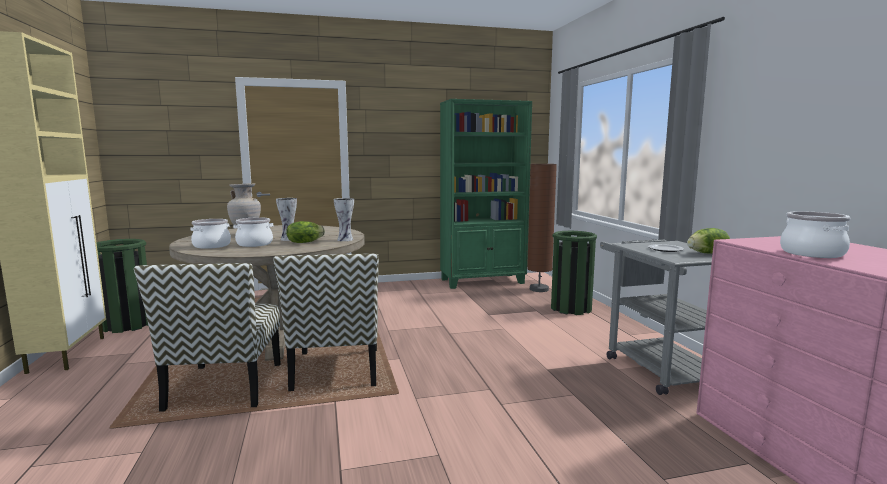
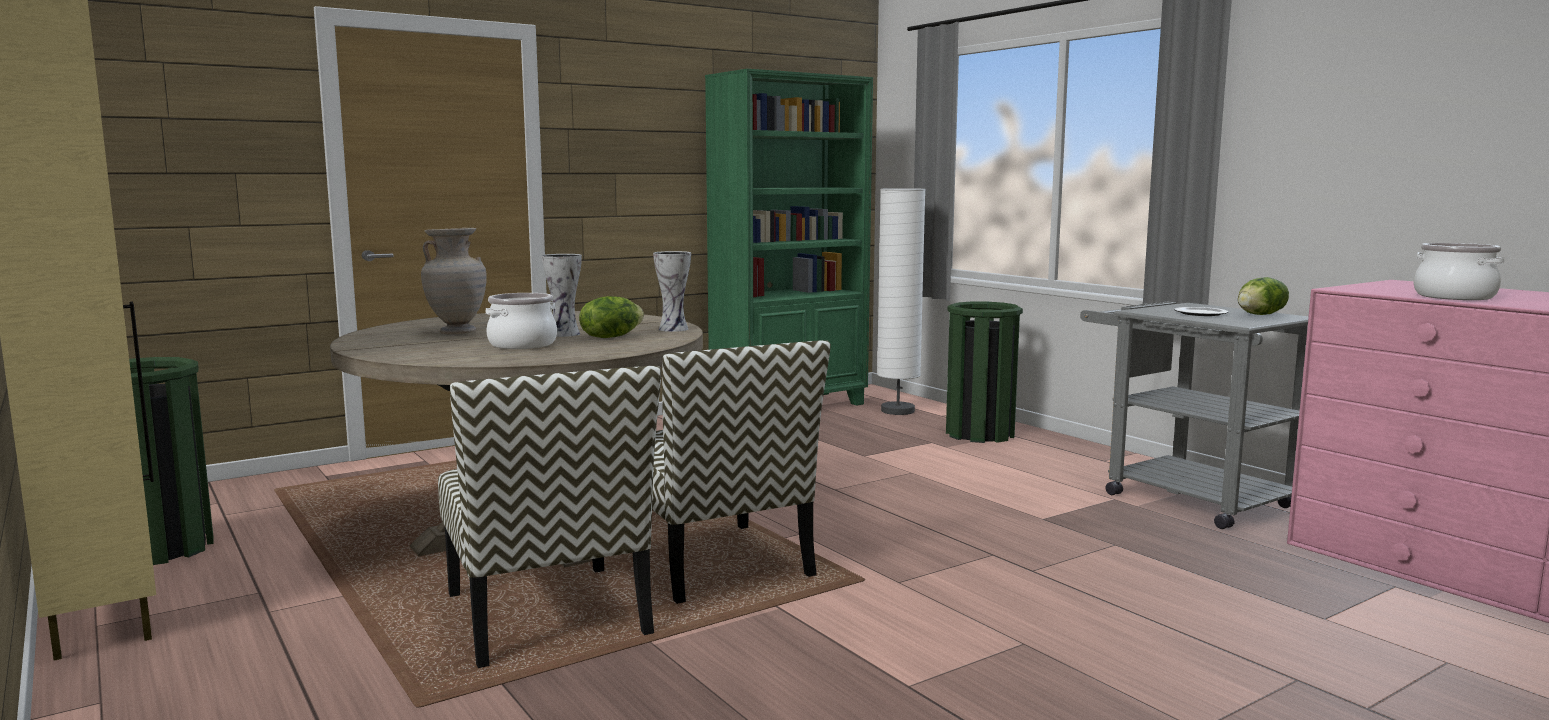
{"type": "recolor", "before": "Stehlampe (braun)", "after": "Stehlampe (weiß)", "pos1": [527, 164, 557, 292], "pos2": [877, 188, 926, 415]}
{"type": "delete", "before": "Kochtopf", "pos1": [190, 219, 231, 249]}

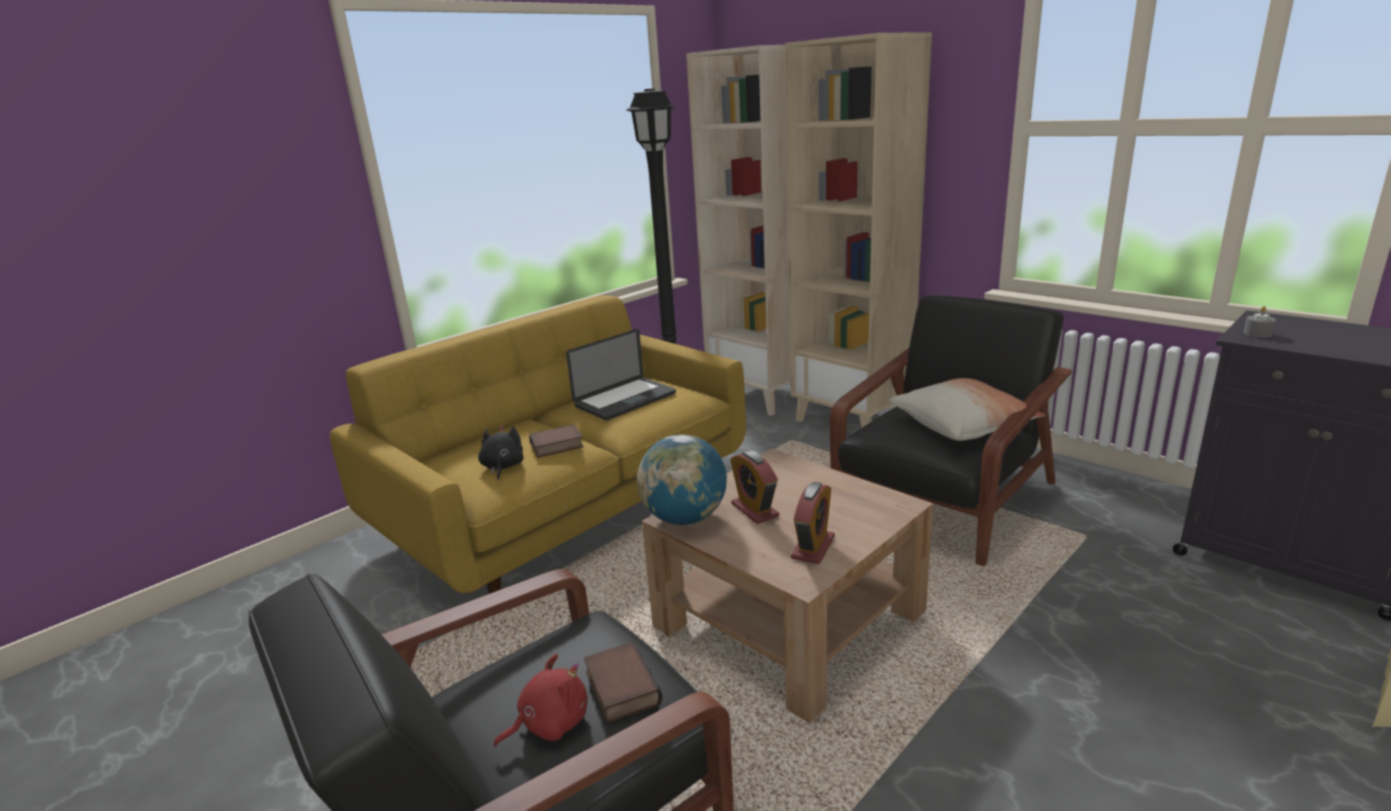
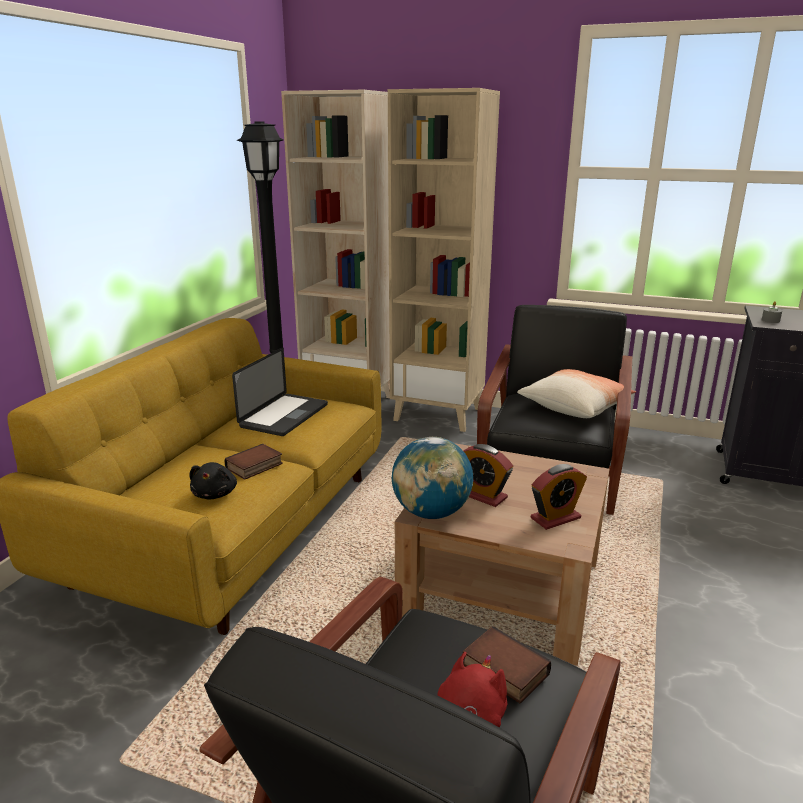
{"type": "rotate", "before": "Plüschtier (schwarz)", "pos1": [478, 426, 524, 480], "pos2": [189, 462, 237, 499], "turn": -150}
{"type": "rotate", "before": "Wecker", "pos1": [791, 482, 835, 564], "pos2": [531, 464, 587, 530], "turn": 60}

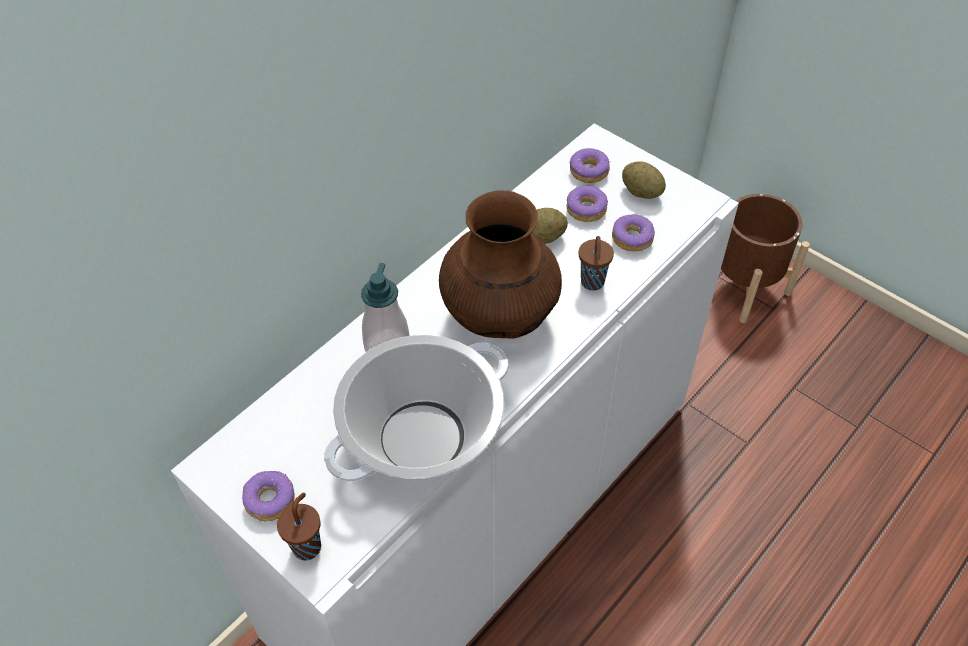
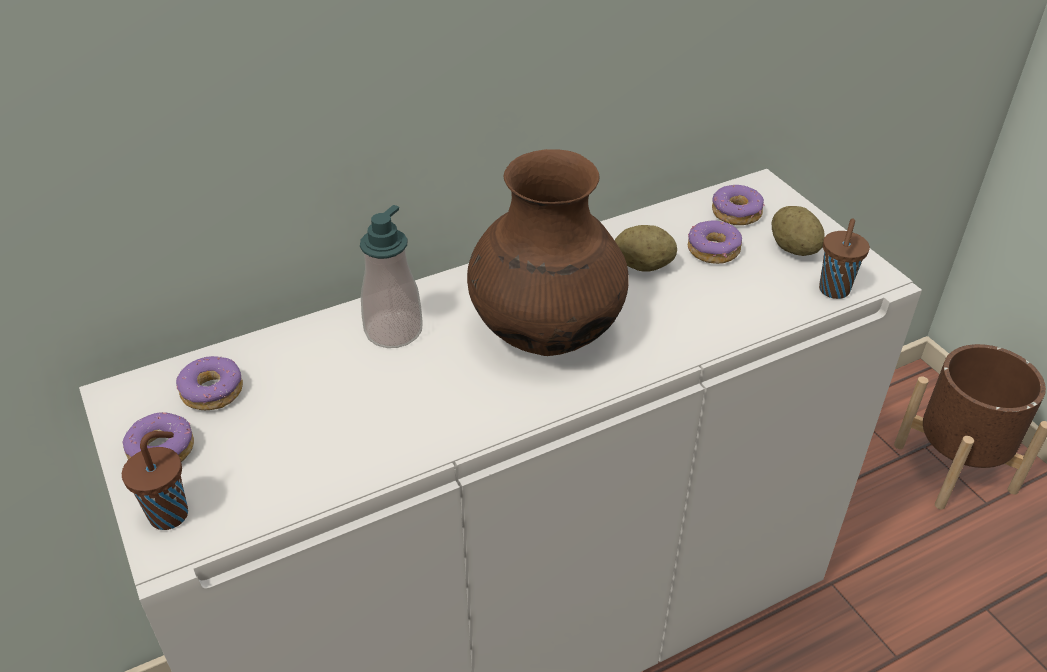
{"type": "move", "before": "Donut", "pos1": [612, 214, 655, 251], "pos2": [176, 356, 243, 410]}
{"type": "move", "before": "Tasse (braun)", "pos1": [579, 236, 614, 291], "pos2": [819, 219, 870, 299]}
{"type": "delete", "before": "Kochtopf", "pos1": [324, 335, 509, 482]}

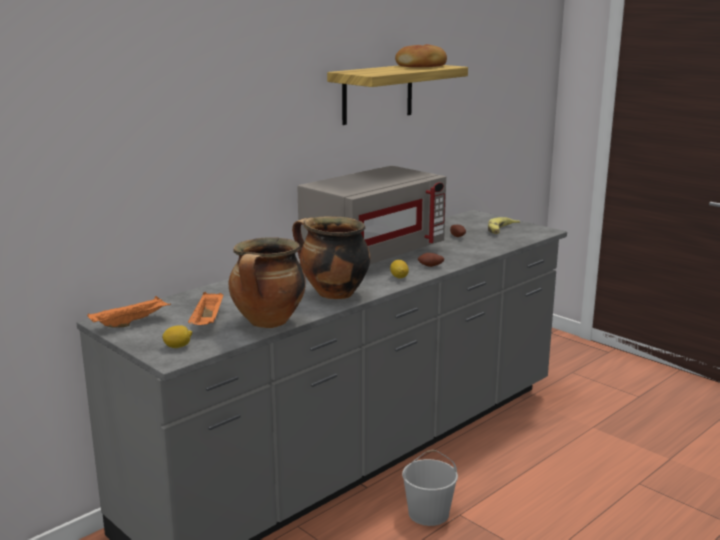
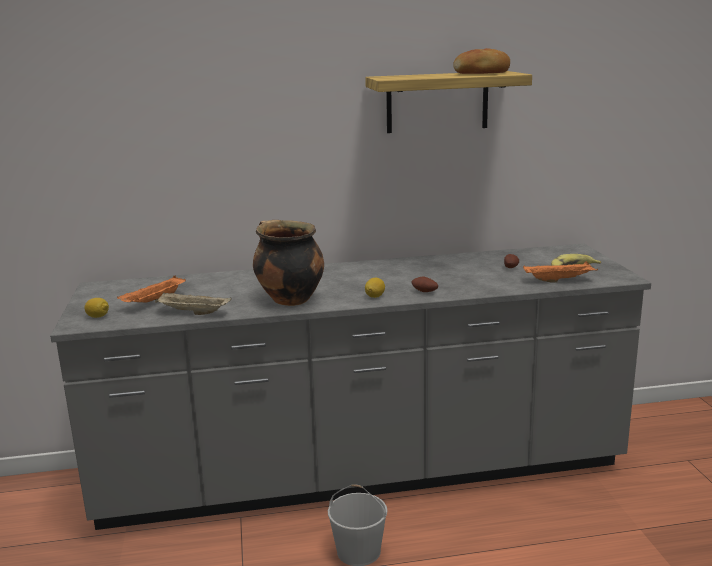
{"type": "replace", "before": "Kochtopf", "after": "Tablett (beige)", "pos1": [229, 238, 306, 328], "pos2": [155, 293, 232, 315]}
{"type": "move", "before": "Tablett (orange)", "pos1": [87, 296, 171, 328], "pos2": [523, 261, 598, 283]}
{"type": "delete", "before": "Mikrowelle (grau)", "pos1": [297, 166, 446, 264]}

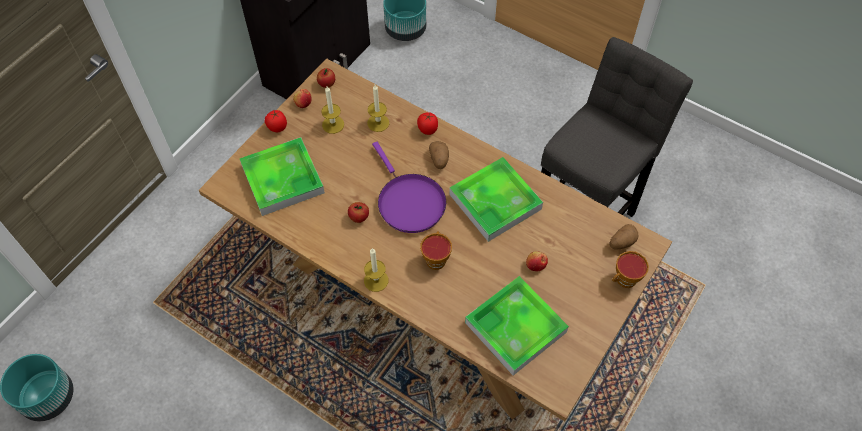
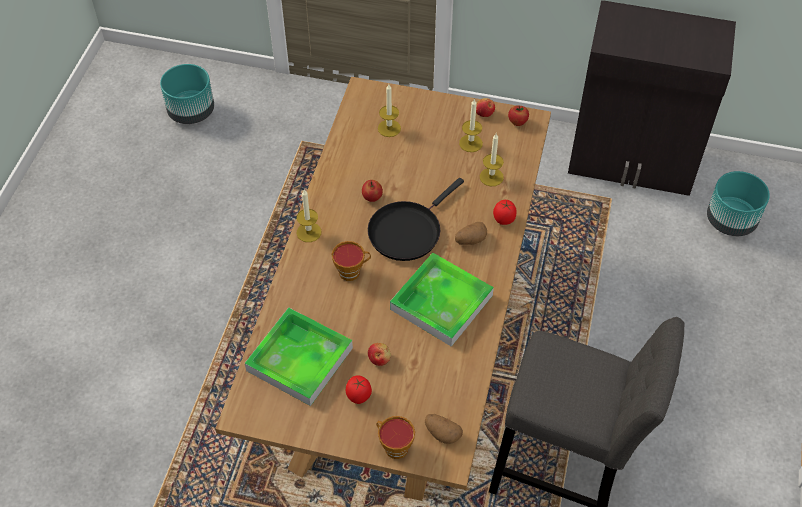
{"type": "move", "before": "Tomate", "pos1": [264, 110, 287, 132], "pos2": [346, 375, 372, 404]}
{"type": "recolor", "before": "Pfanne (lila)", "after": "Pfanne (schwarz)", "pos1": [372, 142, 446, 233], "pos2": [368, 178, 464, 261]}
{"type": "replace", "before": "Tablett", "after": "Kerze", "pos1": [240, 137, 325, 216], "pos2": [378, 84, 401, 137]}

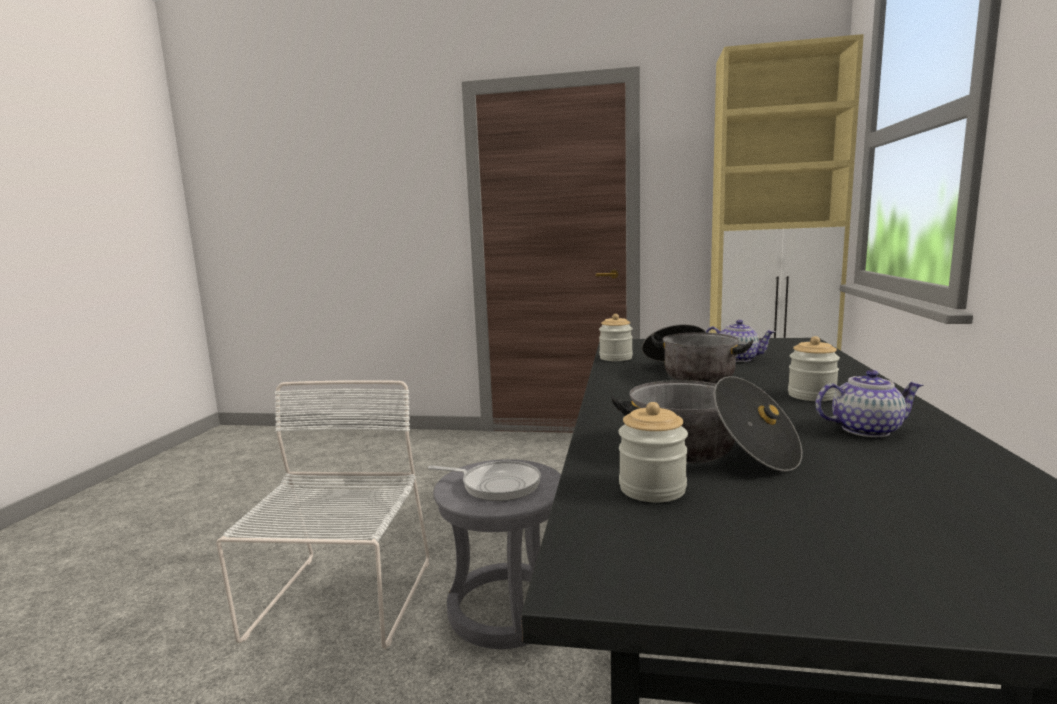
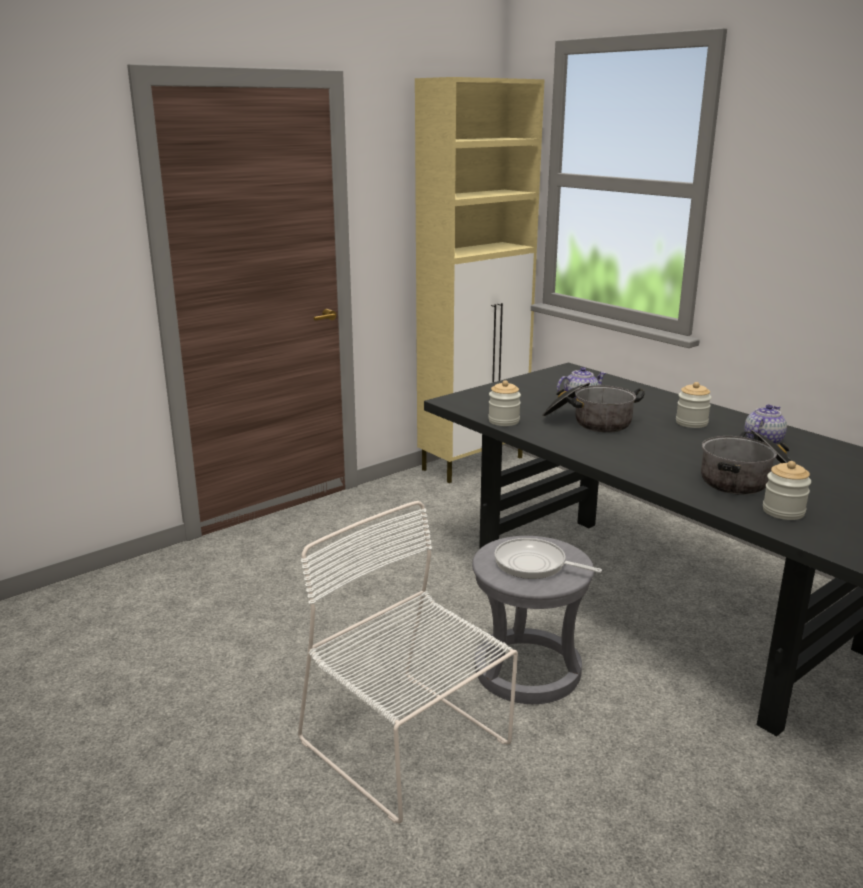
{"type": "rotate", "before": "Pfanne", "pos1": [428, 461, 541, 501], "pos2": [494, 538, 602, 579], "turn": -120}

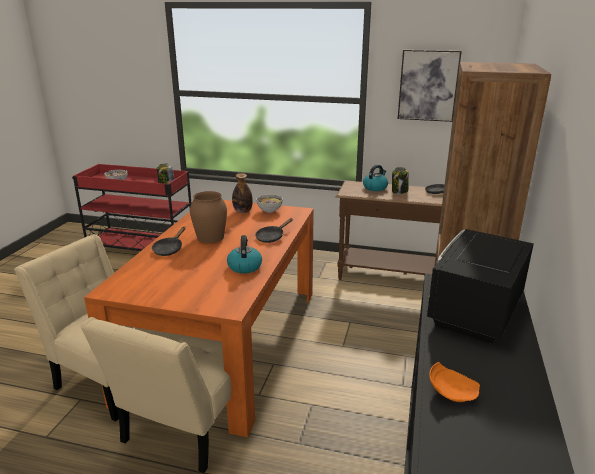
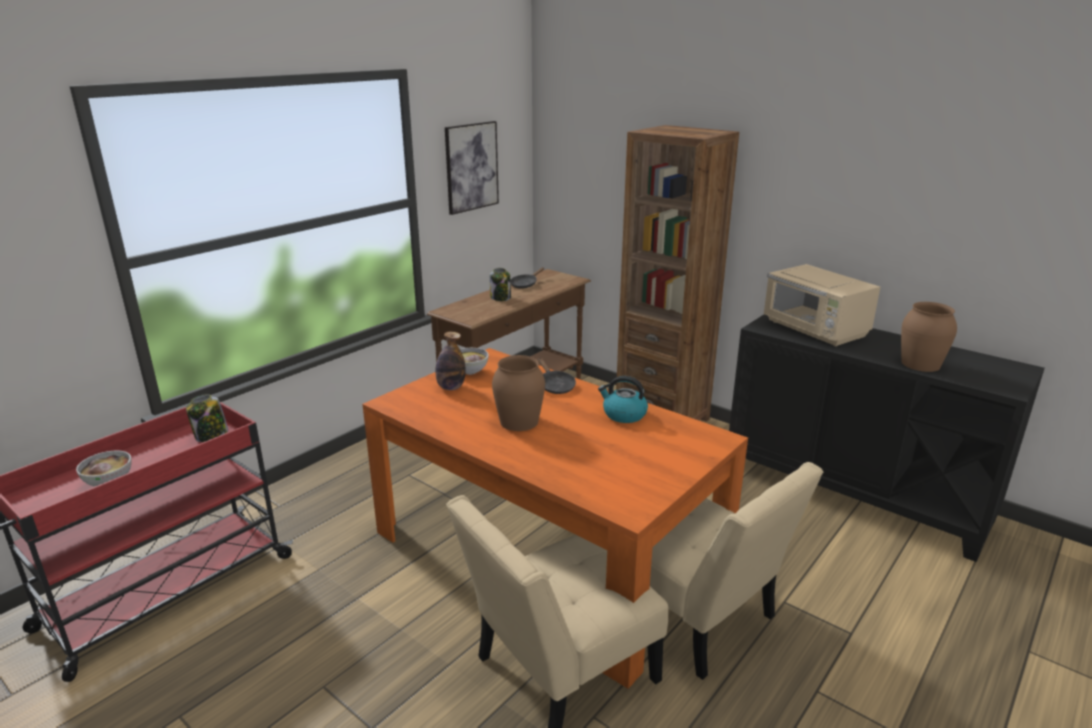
{"type": "recolor", "before": "Mikrowelle (schwarz)", "after": "Mikrowelle (beige)", "pos1": [427, 229, 534, 344], "pos2": [763, 264, 880, 346]}
{"type": "replace", "before": "Teller (orange)", "after": "Vase (braun)", "pos1": [429, 362, 480, 402], "pos2": [901, 302, 957, 372]}
{"type": "delete", "before": "Pfanne (schwarz)", "pos1": [152, 227, 186, 256]}
{"type": "delete", "before": "Wasserkessel", "pos1": [363, 165, 388, 191]}

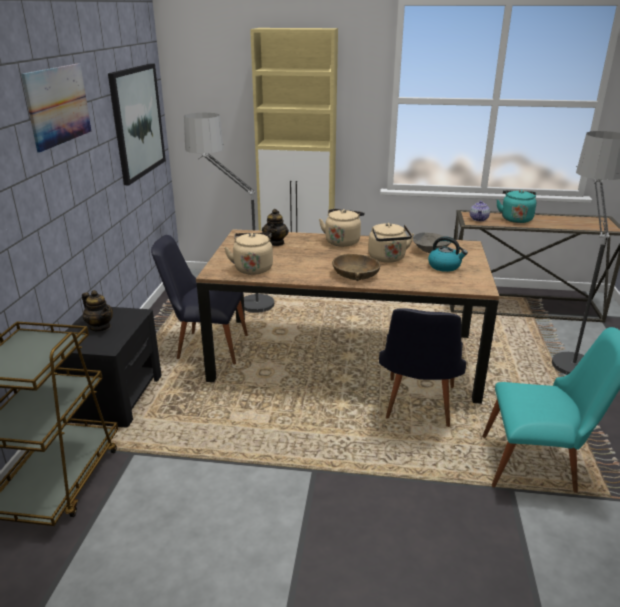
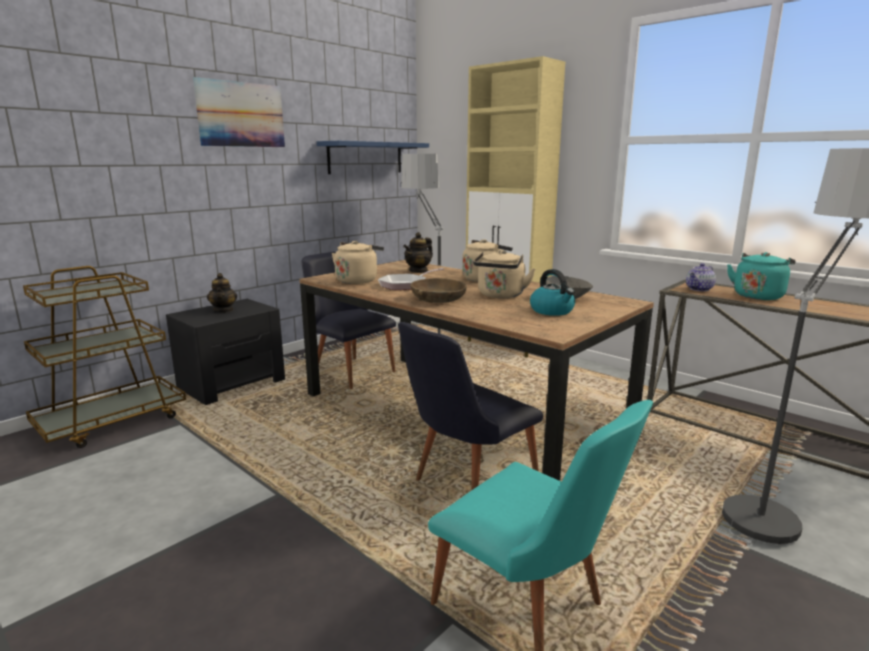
{"type": "replace", "before": "Bild", "after": "Wandregal (blau)", "pos1": [108, 63, 166, 185], "pos2": [317, 141, 429, 174]}
{"type": "insert", "after": "Pfanne", "pos2": [378, 268, 444, 290]}

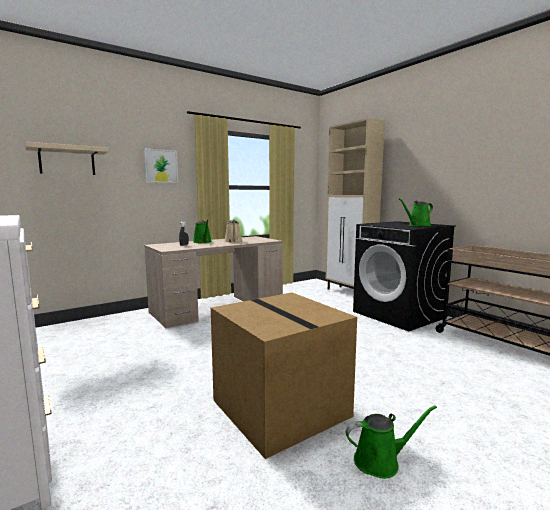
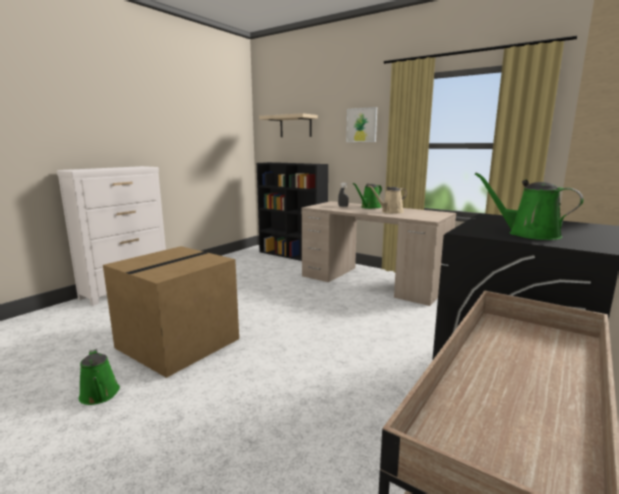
{"type": "insert", "after": "Bücherregal (schwarz)", "pos2": [257, 162, 328, 261]}

